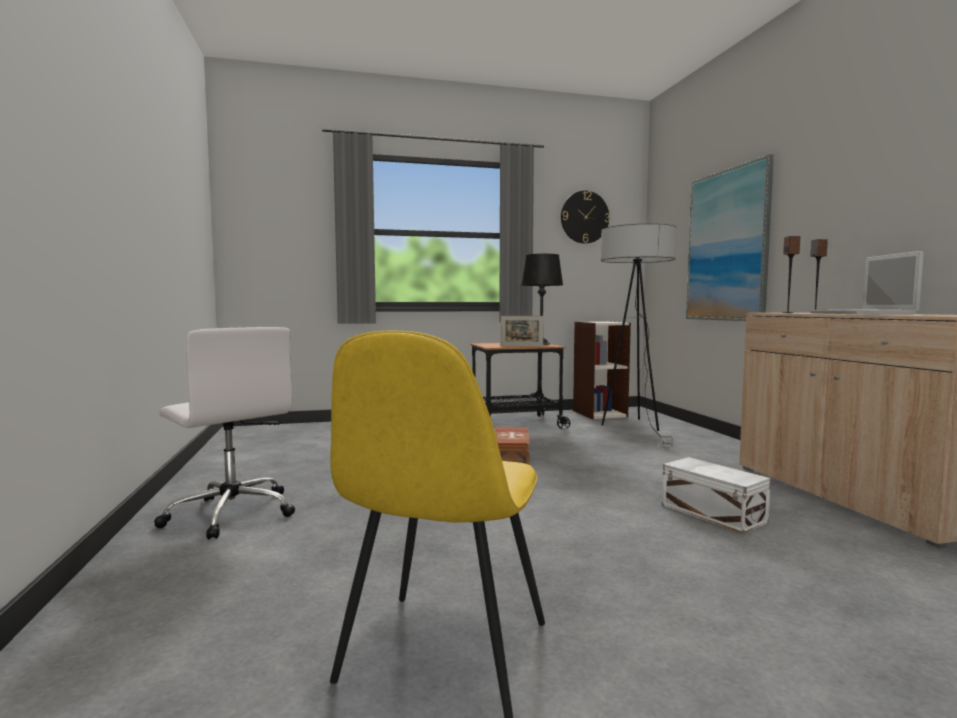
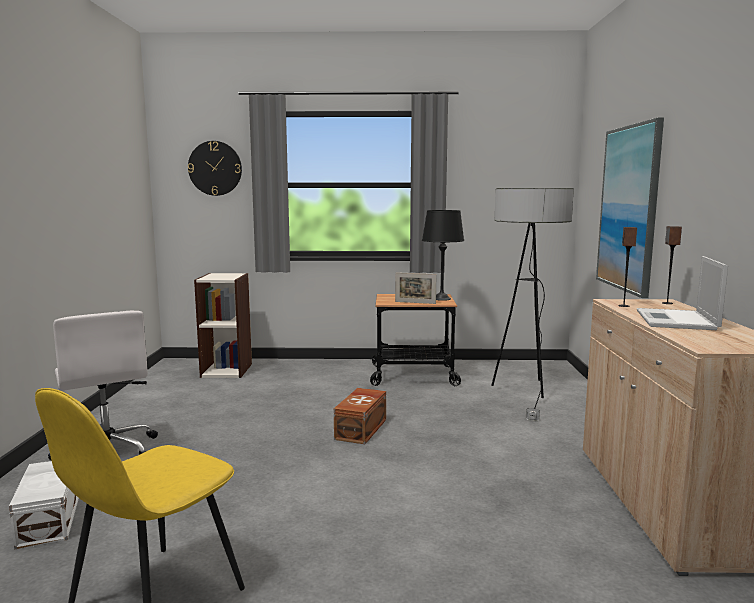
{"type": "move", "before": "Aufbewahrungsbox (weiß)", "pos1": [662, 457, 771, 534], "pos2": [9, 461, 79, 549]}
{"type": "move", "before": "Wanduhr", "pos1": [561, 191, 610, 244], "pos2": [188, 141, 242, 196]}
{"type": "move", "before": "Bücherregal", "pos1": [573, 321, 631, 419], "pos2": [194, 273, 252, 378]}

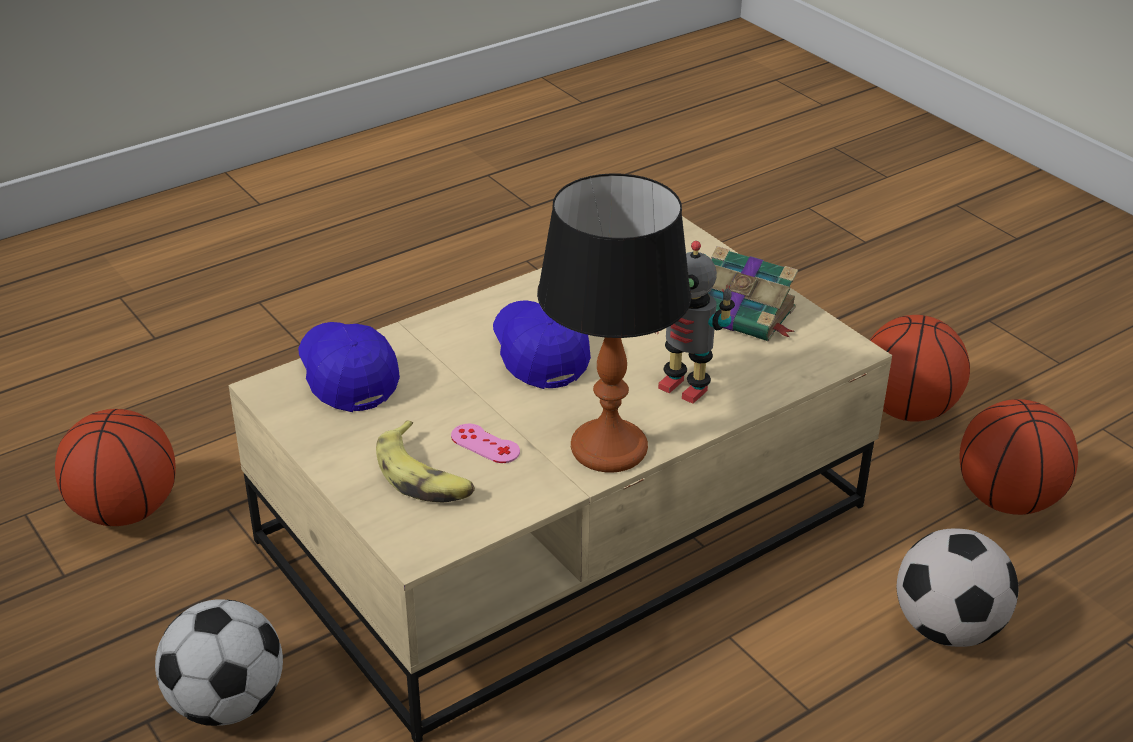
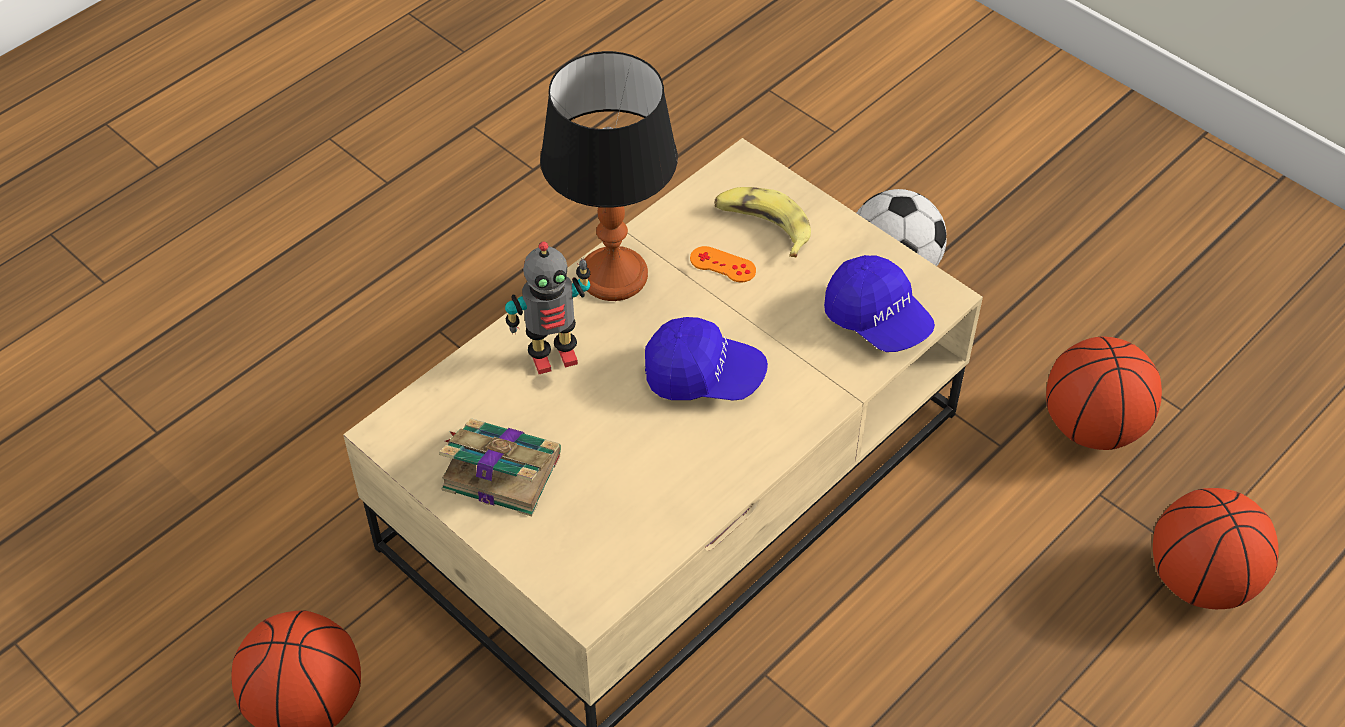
{"type": "rotate", "before": "Spielzeugroboter", "pos1": [655, 241, 735, 404], "pos2": [505, 241, 590, 374], "turn": 135}
{"type": "rotate", "before": "Kappe (blau)", "pos1": [493, 300, 591, 389], "pos2": [645, 317, 768, 401], "turn": -45}
{"type": "recolor", "before": "Gamepad (rosa)", "after": "Gamepad (orange)", "pos1": [451, 424, 520, 463], "pos2": [690, 246, 756, 282]}
{"type": "move", "before": "Basketball", "pos1": [959, 399, 1078, 515], "pos2": [1153, 488, 1279, 609]}
{"type": "delete", "before": "Fußball", "pos1": [897, 528, 1019, 647]}

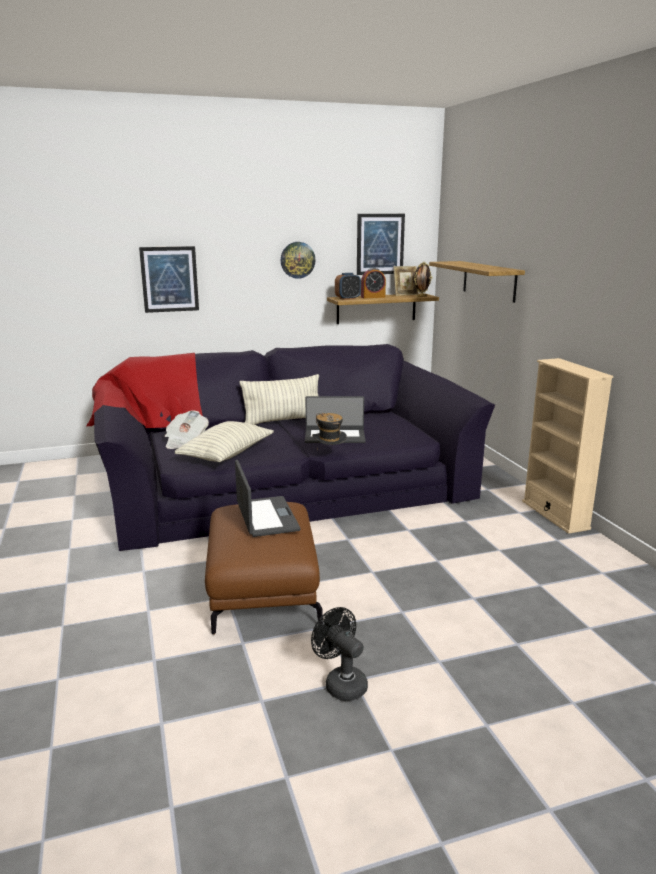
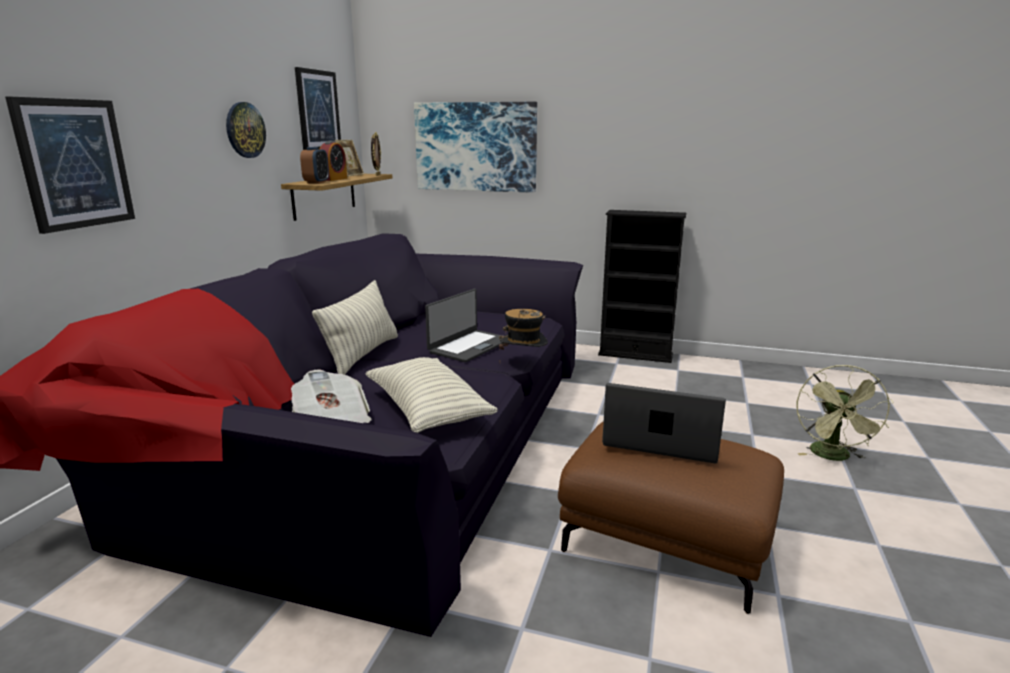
{"type": "replace", "before": "Wandregal", "after": "Bild", "pos1": [429, 261, 525, 303], "pos2": [414, 102, 537, 193]}
{"type": "recolor", "before": "Bücherregal (beige)", "after": "Bücherregal (schwarz)", "pos1": [522, 358, 613, 534], "pos2": [598, 210, 686, 363]}
{"type": "insert", "after": "Ventilator (grün)", "pos2": [797, 365, 893, 461]}
{"type": "delete", "before": "Ventilator (schwarz)", "pos1": [311, 607, 368, 701]}

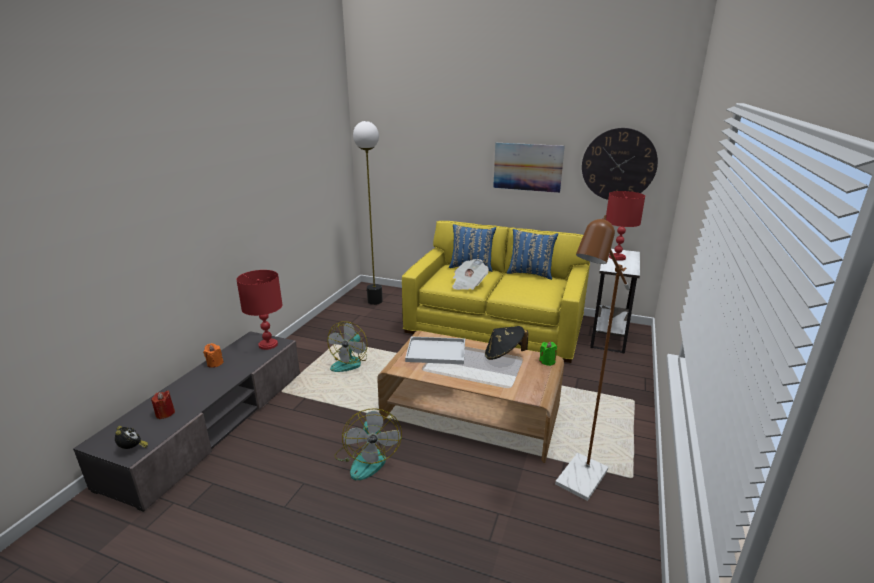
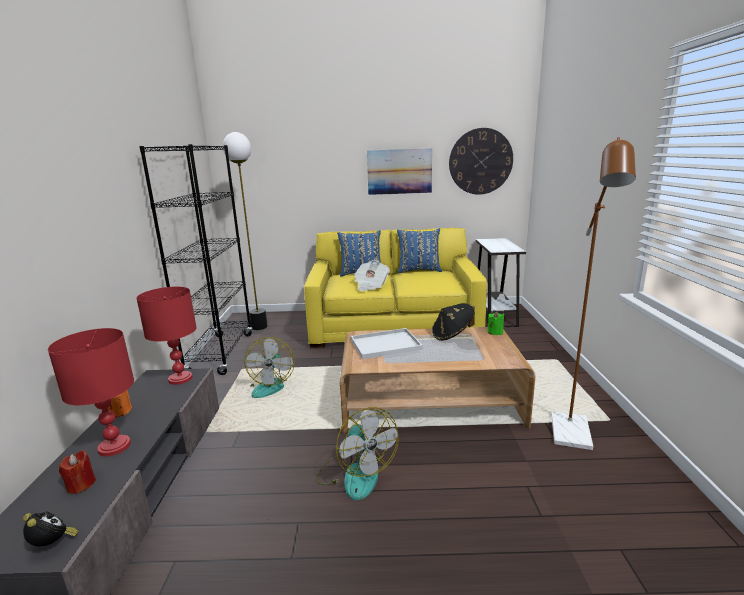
{"type": "move", "before": "Tischlampe (rot)", "pos1": [606, 191, 645, 261], "pos2": [48, 328, 134, 456]}
{"type": "insert", "after": "Bücherregal (schwarz)", "pos2": [139, 144, 252, 375]}

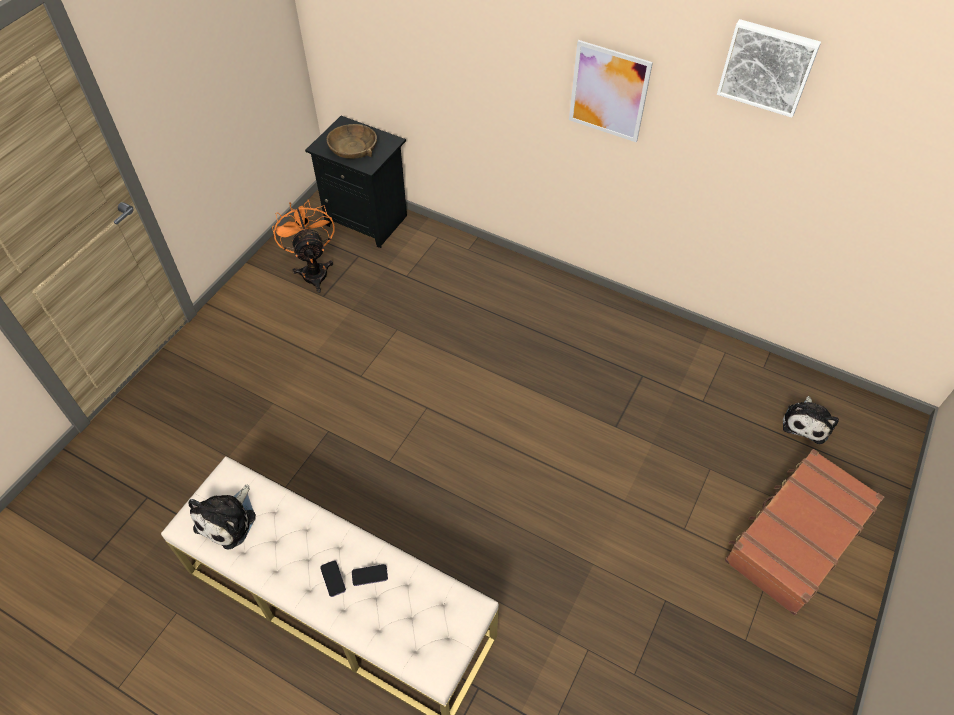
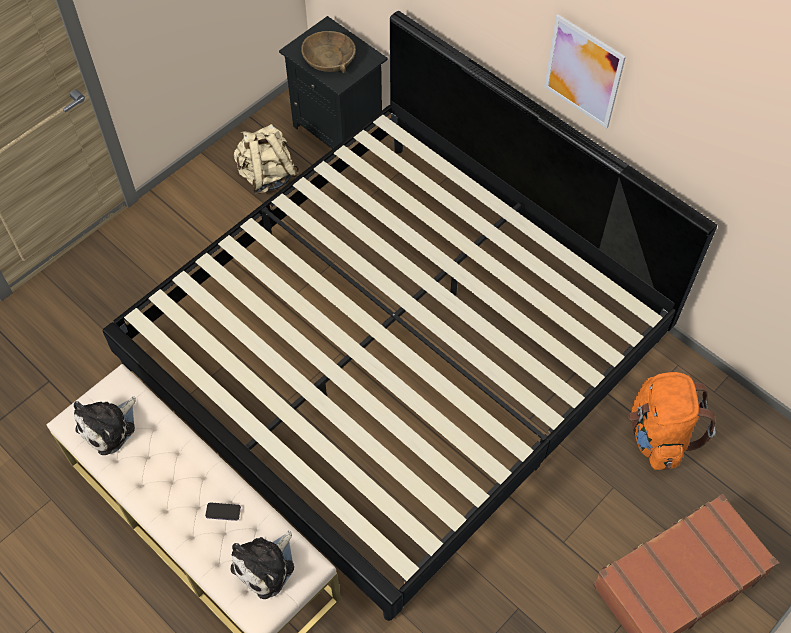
{"type": "insert", "after": "Bett", "pos2": [103, 11, 717, 621]}
{"type": "move", "before": "Plüschtier", "pos1": [783, 396, 839, 444], "pos2": [231, 530, 294, 599]}
{"type": "replace", "before": "Ventilator (orange)", "after": "Rucksack (beige)", "pos1": [272, 200, 335, 293], "pos2": [234, 124, 300, 194]}
{"type": "insert", "after": "Rucksack (orange)", "pos2": [628, 372, 715, 470]}
{"type": "delete", "before": "Handy", "pos1": [320, 560, 346, 597]}
{"type": "delete", "before": "Bild", "pos1": [717, 19, 821, 118]}

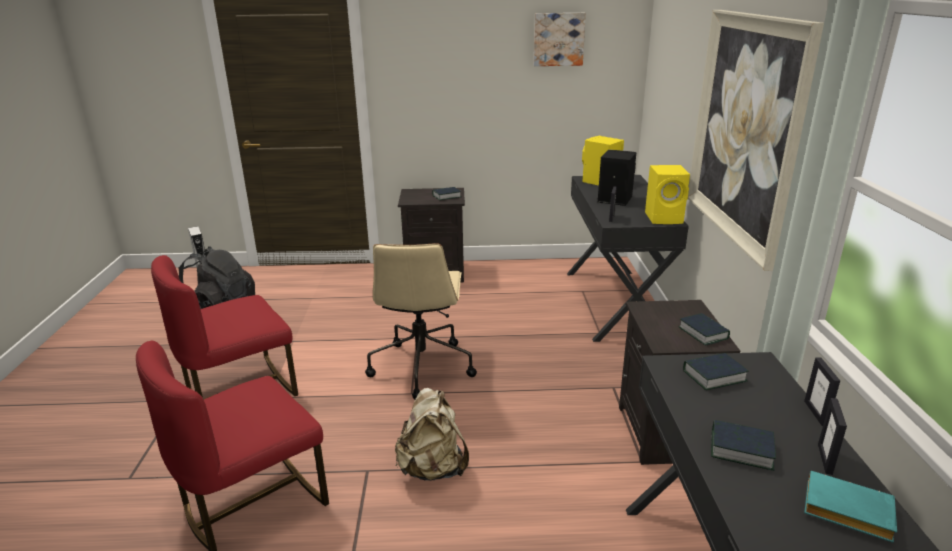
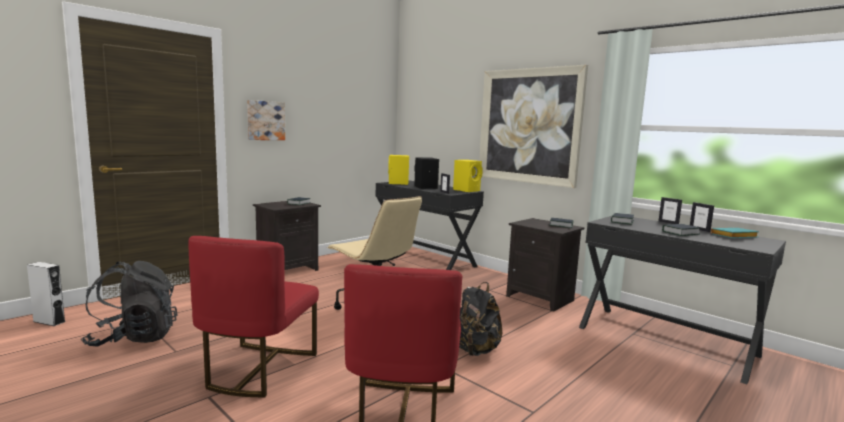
{"type": "move", "before": "Bild", "pos1": [534, 13, 586, 66], "pos2": [247, 100, 285, 140]}
{"type": "recolor", "before": "Rucksack (beige)", "after": "Rucksack (schwarz)", "pos1": [395, 388, 469, 481], "pos2": [459, 282, 502, 356]}

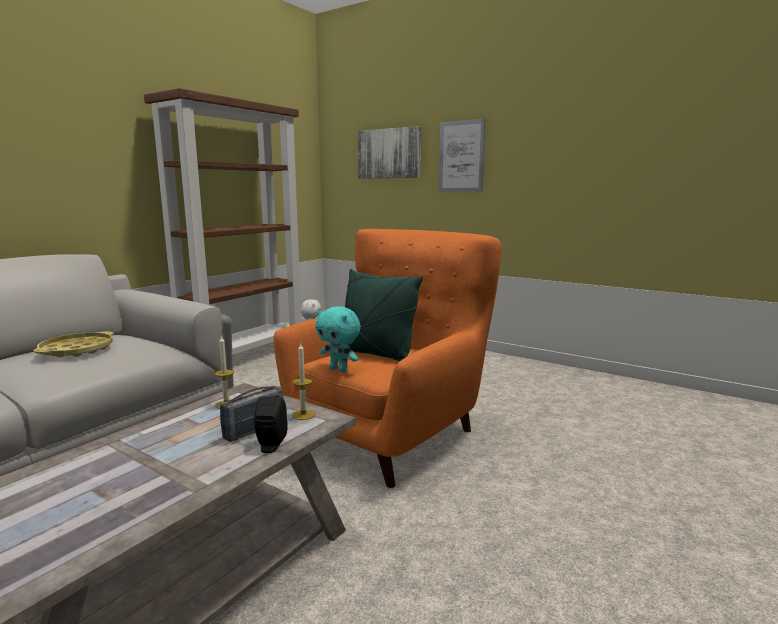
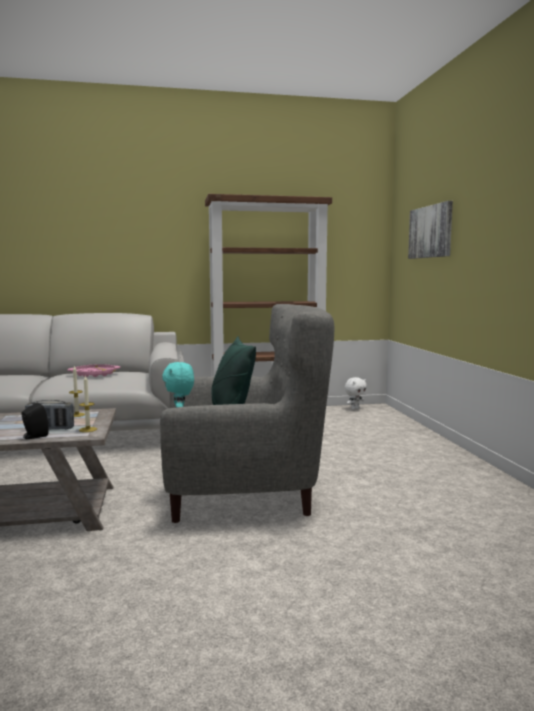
{"type": "recolor", "before": "Tablett (gelb)", "after": "Tablett (rosa)", "pos1": [33, 331, 114, 357], "pos2": [67, 364, 120, 377]}
{"type": "recolor", "before": "Sessel (orange)", "after": "Sessel (grau)", "pos1": [274, 229, 502, 488], "pos2": [160, 304, 334, 523]}
{"type": "delete", "before": "Bild", "pos1": [439, 119, 485, 192]}

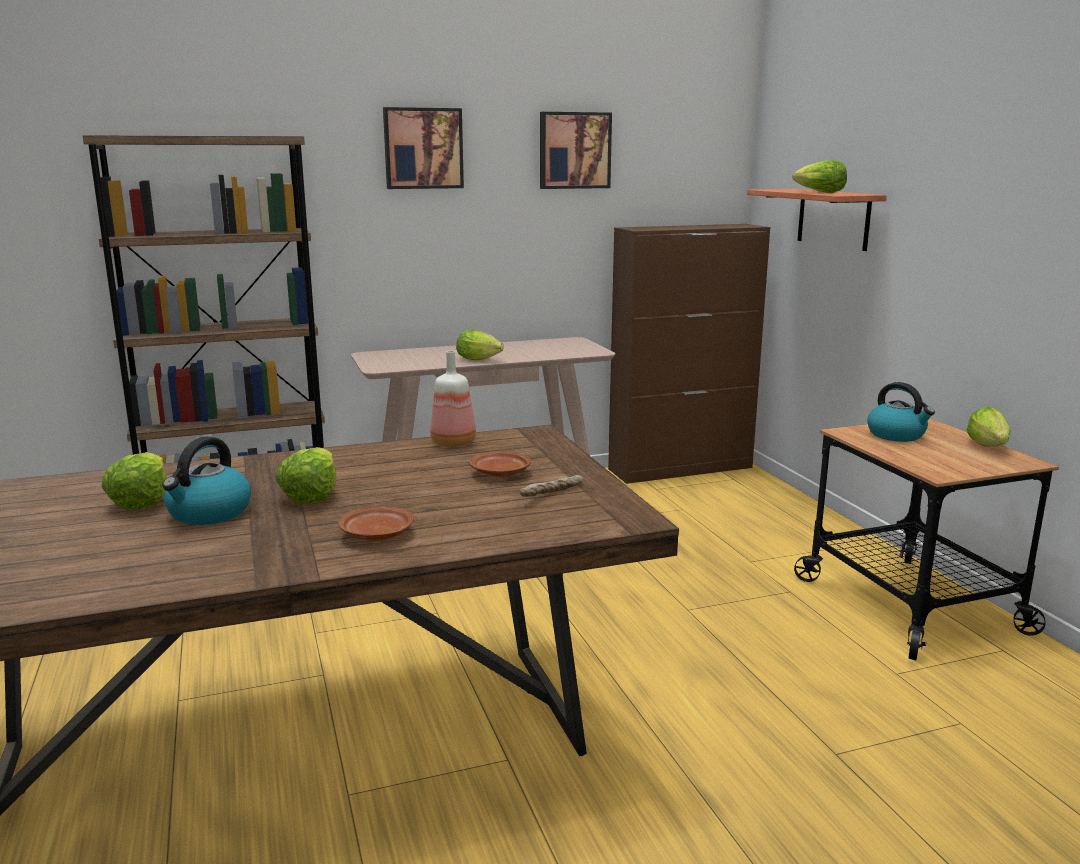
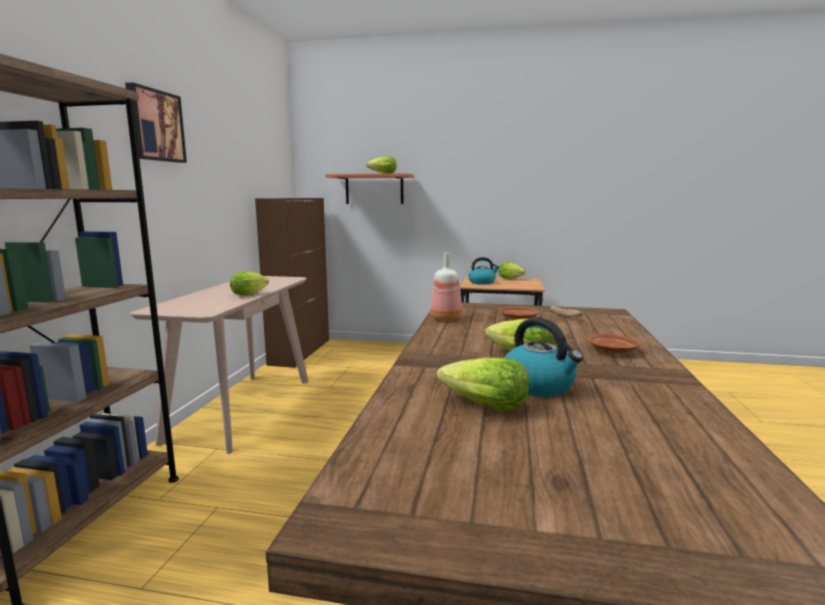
{"type": "delete", "before": "Bild", "pos1": [540, 112, 612, 189]}

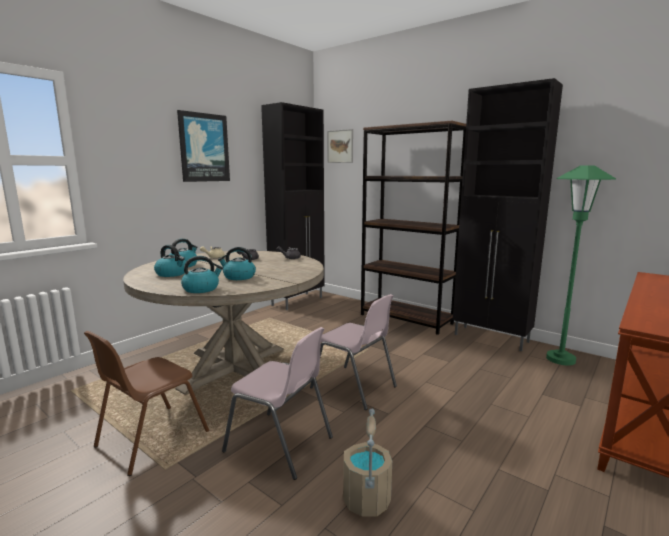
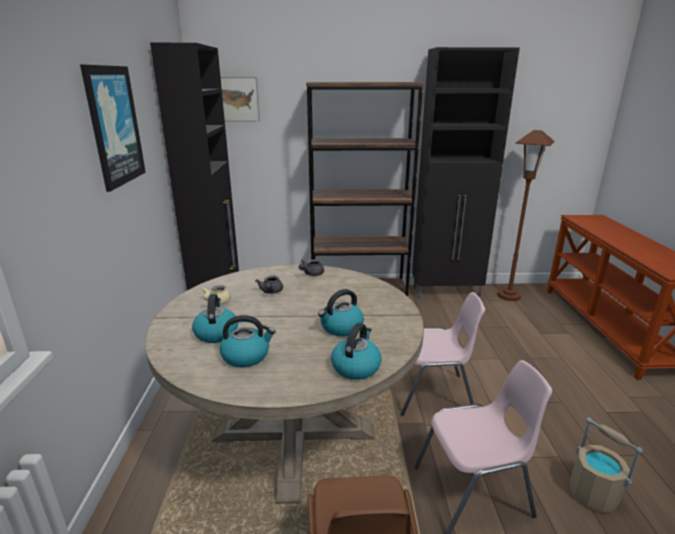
{"type": "recolor", "before": "Stehlampe (grün)", "after": "Stehlampe (braun)", "pos1": [546, 165, 616, 365], "pos2": [497, 130, 555, 301]}

